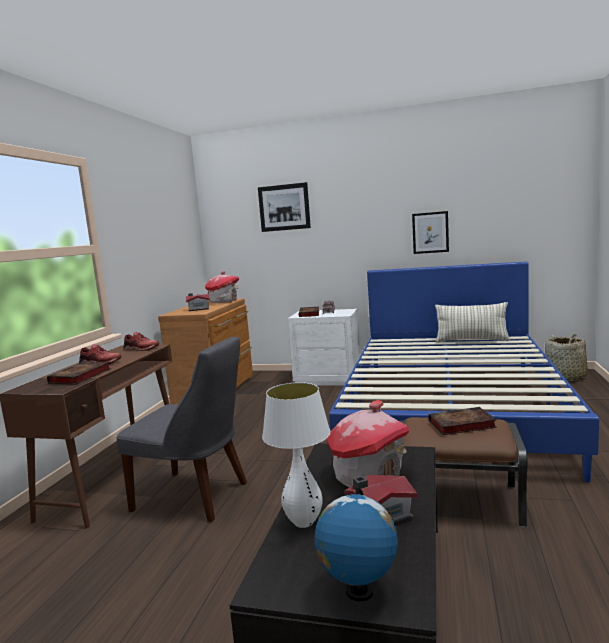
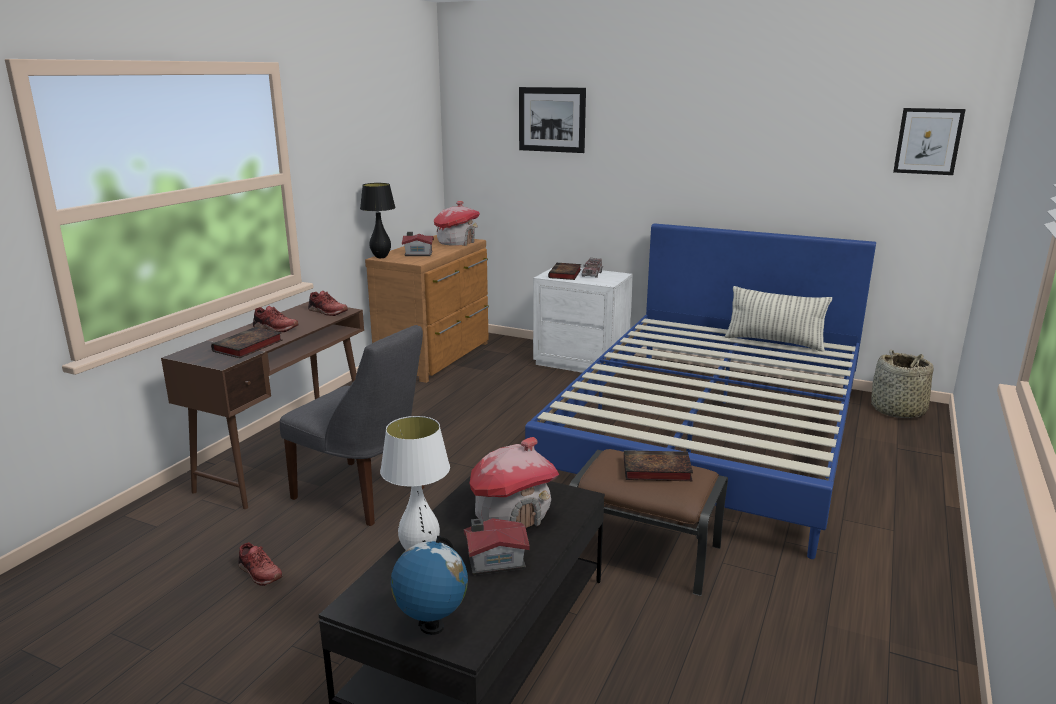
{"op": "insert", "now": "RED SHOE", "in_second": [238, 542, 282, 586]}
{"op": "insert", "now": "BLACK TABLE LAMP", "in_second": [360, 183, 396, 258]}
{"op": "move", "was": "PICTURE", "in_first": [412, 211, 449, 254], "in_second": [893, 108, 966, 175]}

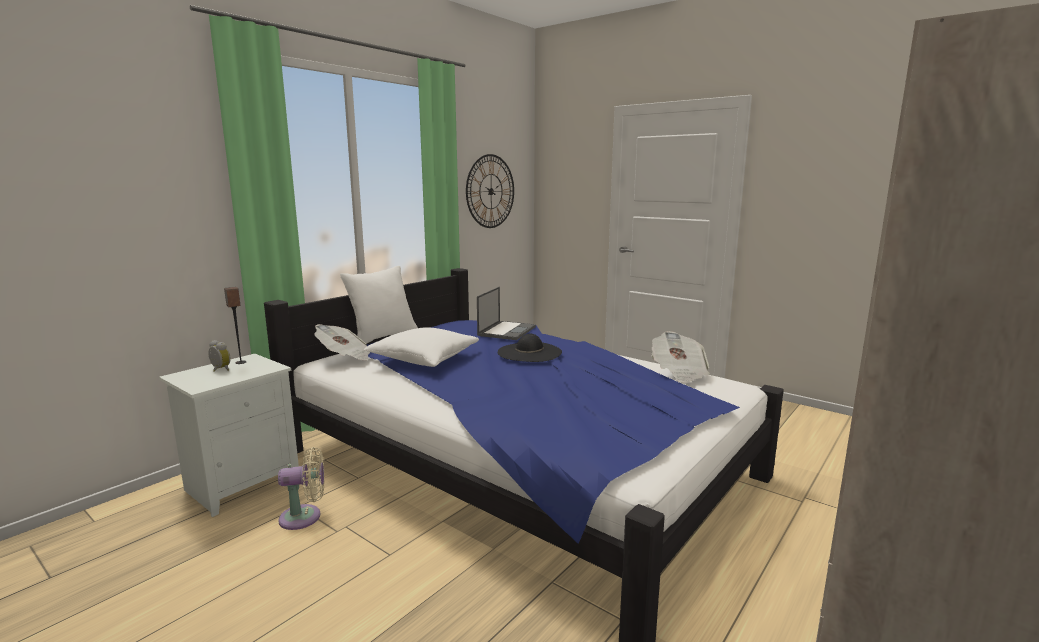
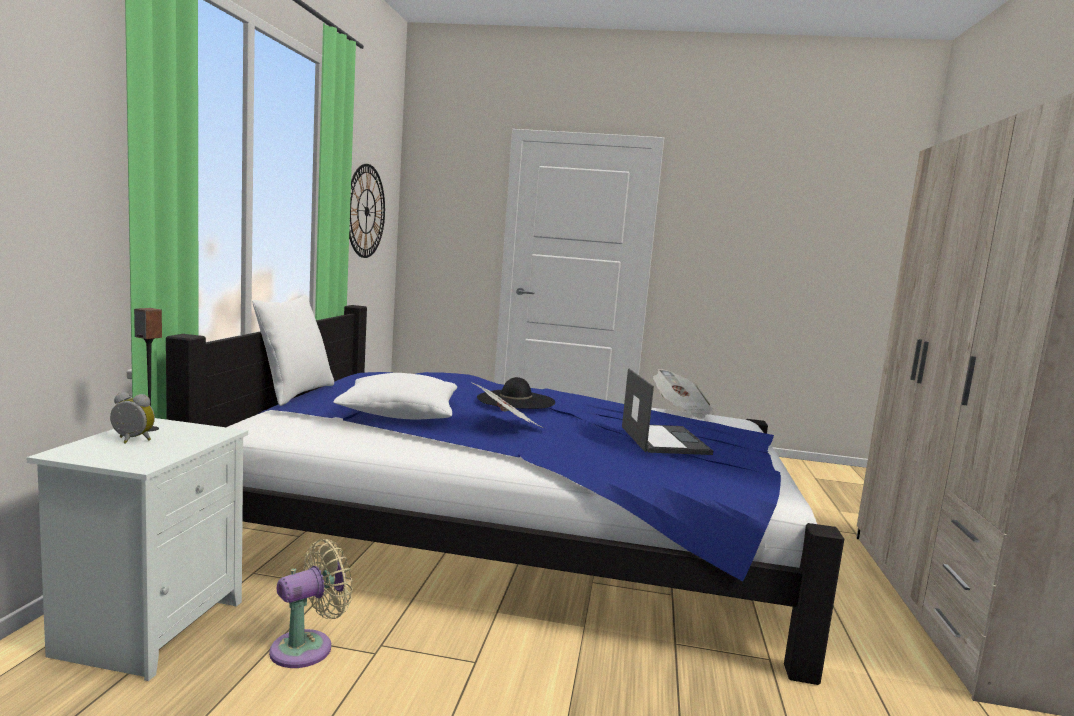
{"op": "move", "was": "NEWSPAPER", "in_first": [314, 324, 370, 361], "in_second": [473, 383, 544, 428]}
{"op": "move", "was": "LAPTOP", "in_first": [477, 287, 536, 340], "in_second": [622, 368, 713, 455]}

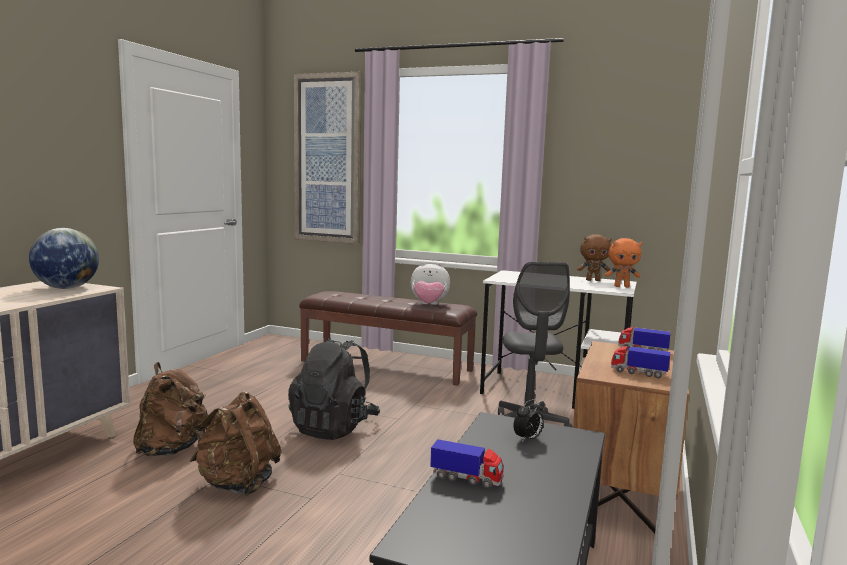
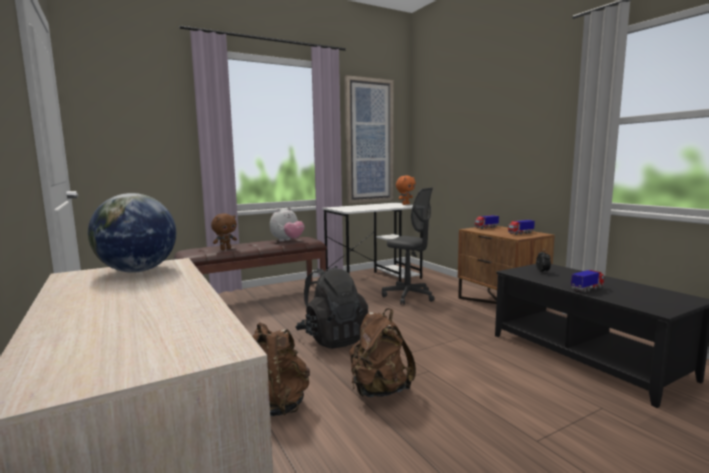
{"op": "move", "was": "BROWN PLUSH TOY", "in_first": [577, 234, 612, 281], "in_second": [211, 213, 237, 250]}
{"op": "move", "was": "PICTURE", "in_first": [293, 72, 362, 244], "in_second": [344, 75, 394, 204]}

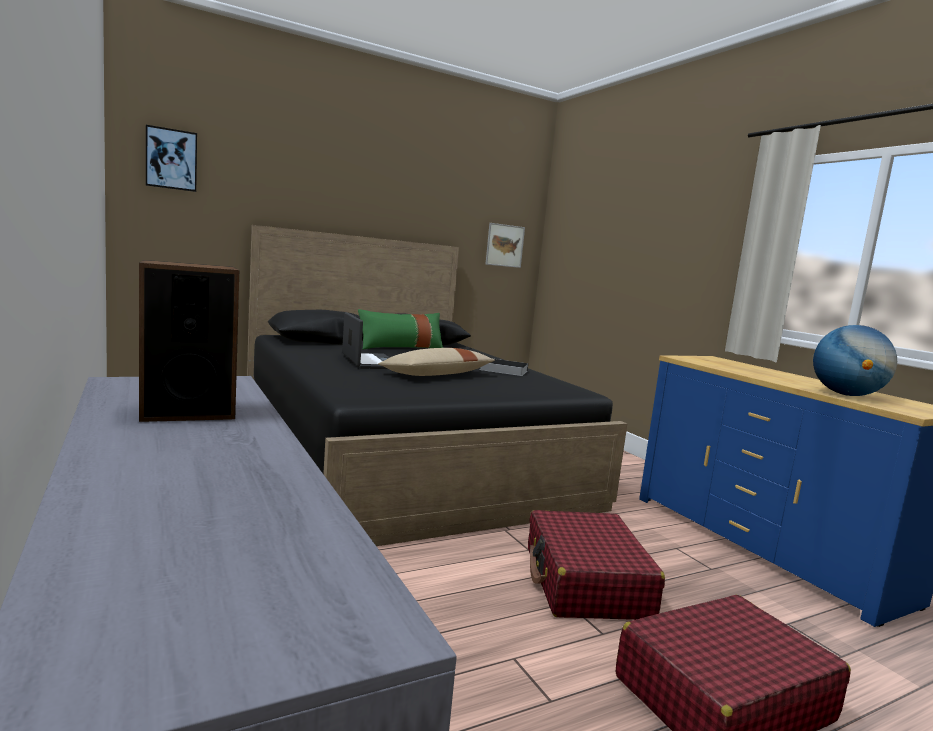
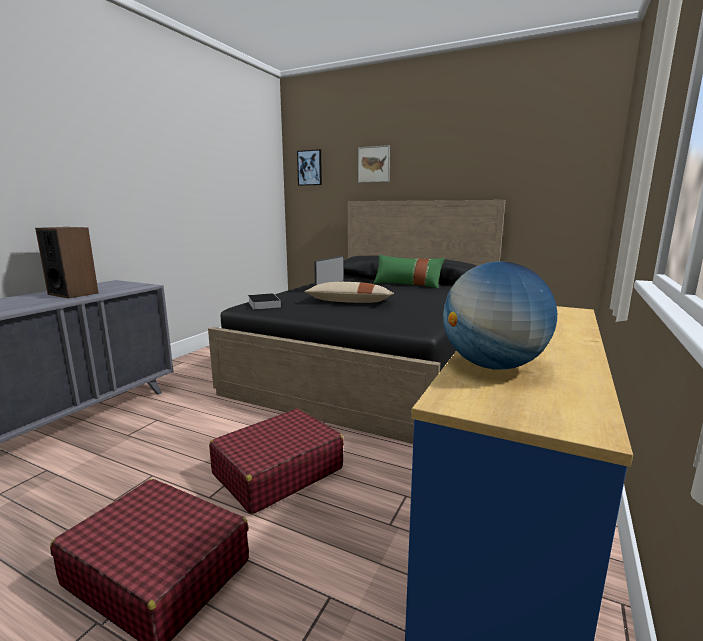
{"op": "move", "was": "BOOK", "in_first": [480, 359, 528, 376], "in_second": [248, 293, 281, 309]}
{"op": "move", "was": "PICTURE", "in_first": [485, 223, 525, 268], "in_second": [358, 145, 390, 183]}

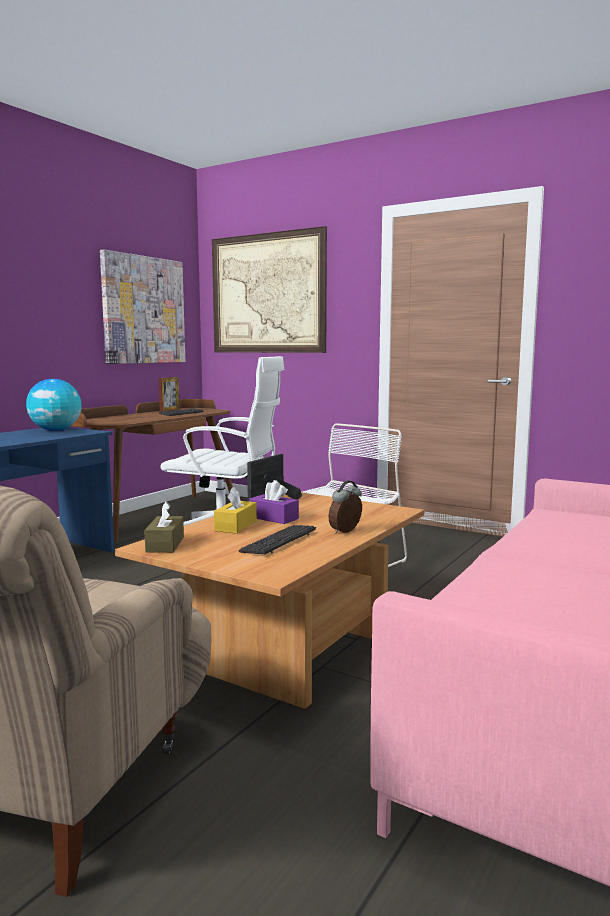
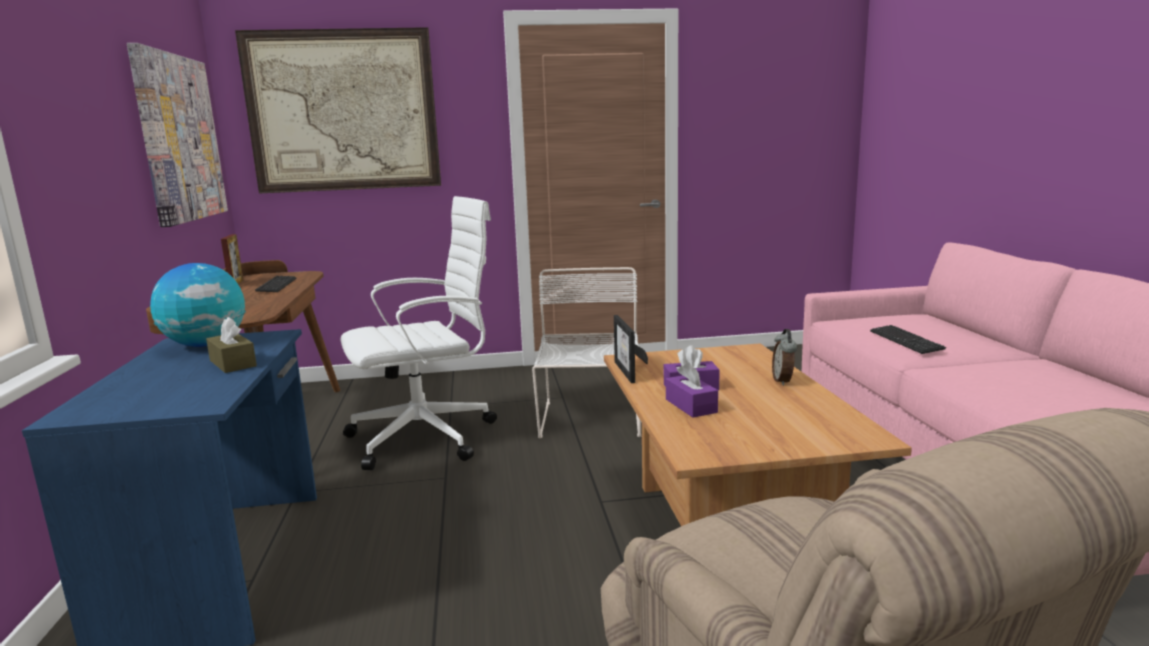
{"op": "move", "was": "BROWN TISSUE BOX", "in_first": [144, 501, 184, 553], "in_second": [206, 317, 257, 373]}
{"op": "recolor", "was": "YELLOW TISSUE BOX", "now": "PURPLE TISSUE BOX", "in_first": [214, 487, 257, 534], "in_second": [666, 362, 718, 418]}
{"op": "move", "was": "KEYBOARD", "in_first": [239, 525, 316, 554], "in_second": [870, 325, 946, 354]}

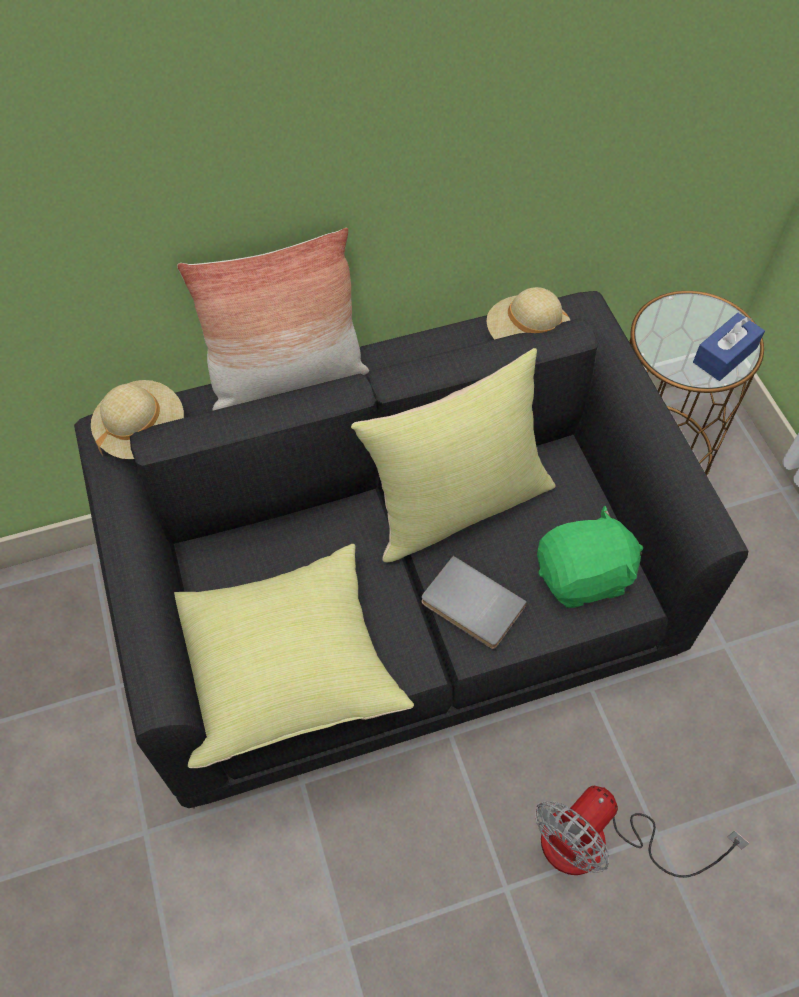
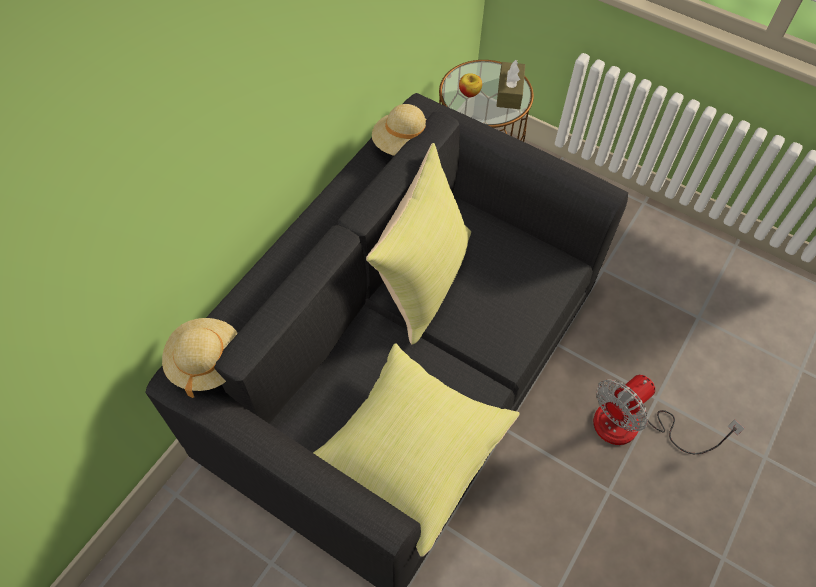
{"op": "insert", "now": "APPLE", "in_second": [459, 73, 482, 97]}
{"op": "recolor", "was": "BLUE TISSUE BOX", "now": "BROWN TISSUE BOX", "in_first": [693, 313, 765, 381], "in_second": [496, 60, 525, 109]}
{"op": "rotate", "was": "FAN", "in_first": [535, 786, 750, 878], "in_second": [593, 375, 745, 454], "clockwise": 45}
{"op": "delete", "was": "PILLOW", "in_first": [177, 228, 369, 411]}
{"op": "delete", "was": "GREY BOOK", "in_first": [421, 556, 527, 649]}
{"op": "delete", "was": "GREEN PLUSH TOY", "in_first": [537, 506, 643, 608]}

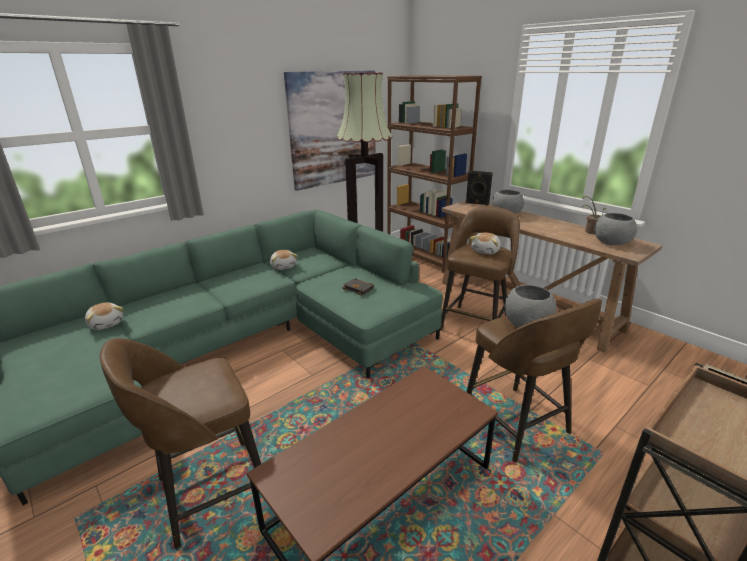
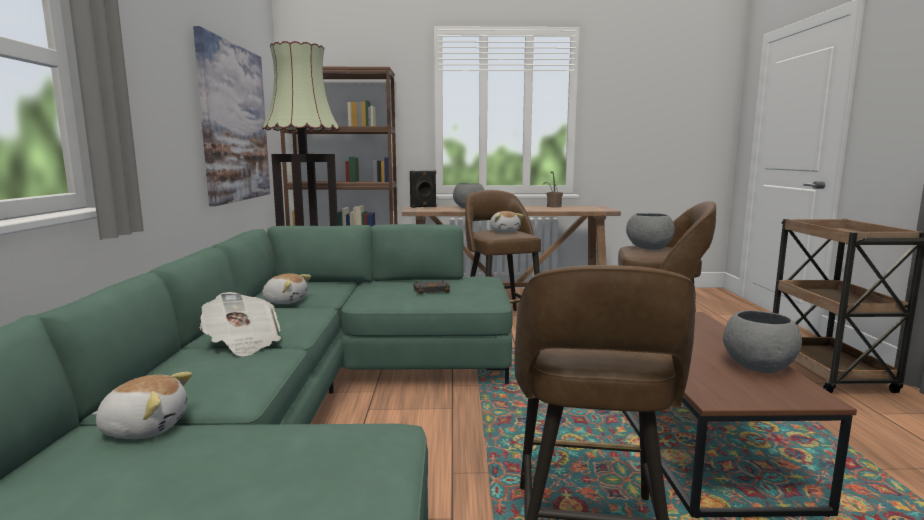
{"op": "insert", "now": "NEWSPAPER", "in_second": [200, 292, 281, 356]}
{"op": "move", "was": "GREY BOWL", "in_first": [595, 213, 637, 245], "in_second": [723, 310, 802, 373]}

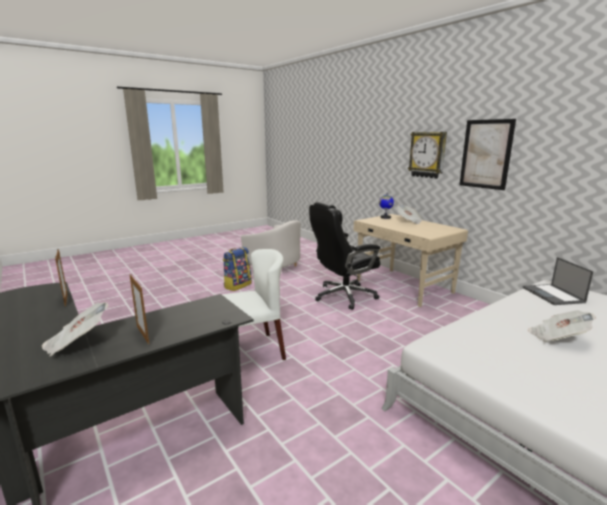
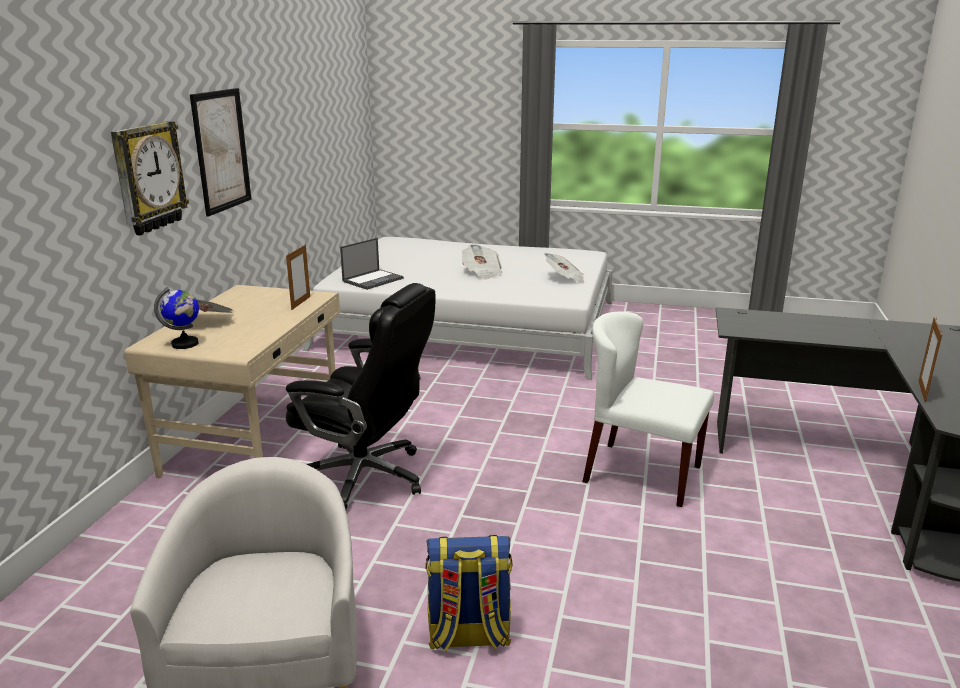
{"op": "move", "was": "PICTURE FRAME", "in_first": [129, 274, 149, 344], "in_second": [286, 244, 310, 310]}
{"op": "move", "was": "NEWSPAPER", "in_first": [41, 302, 109, 356], "in_second": [544, 253, 585, 283]}

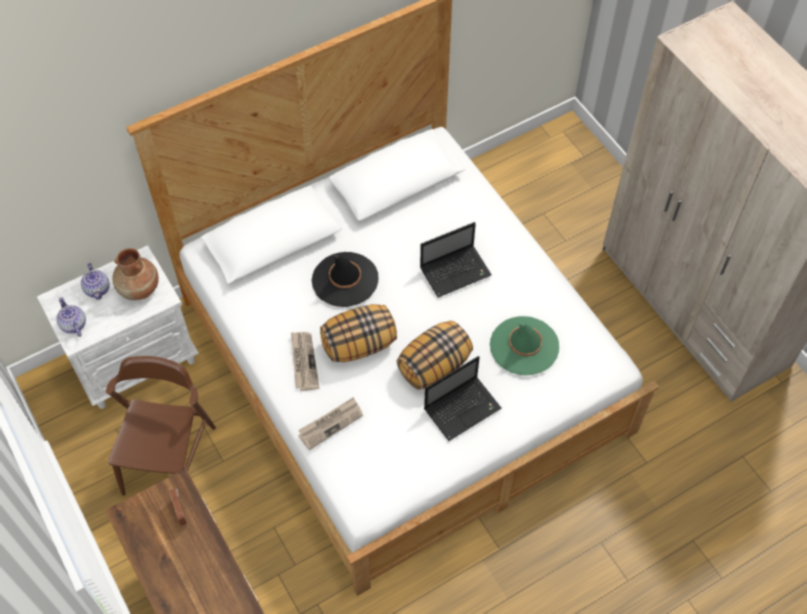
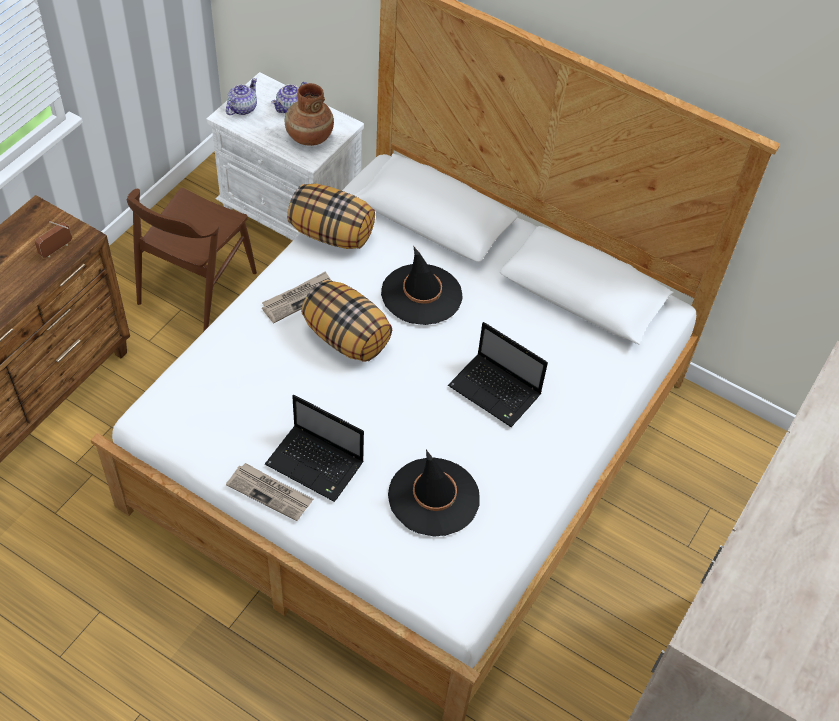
{"op": "rotate", "was": "BROWN CHAIR", "in_first": [106, 356, 216, 496], "in_second": [126, 188, 257, 332], "clockwise": 135}
{"op": "move", "was": "NEWSPAPER", "in_first": [298, 397, 363, 450], "in_second": [226, 463, 313, 521]}
{"op": "move", "was": "PILLOW", "in_first": [396, 321, 473, 390], "in_second": [287, 184, 375, 249]}
{"op": "recolor", "was": "GREEN HAT", "now": "BLACK HAT", "in_first": [490, 316, 559, 376], "in_second": [388, 450, 480, 537]}

